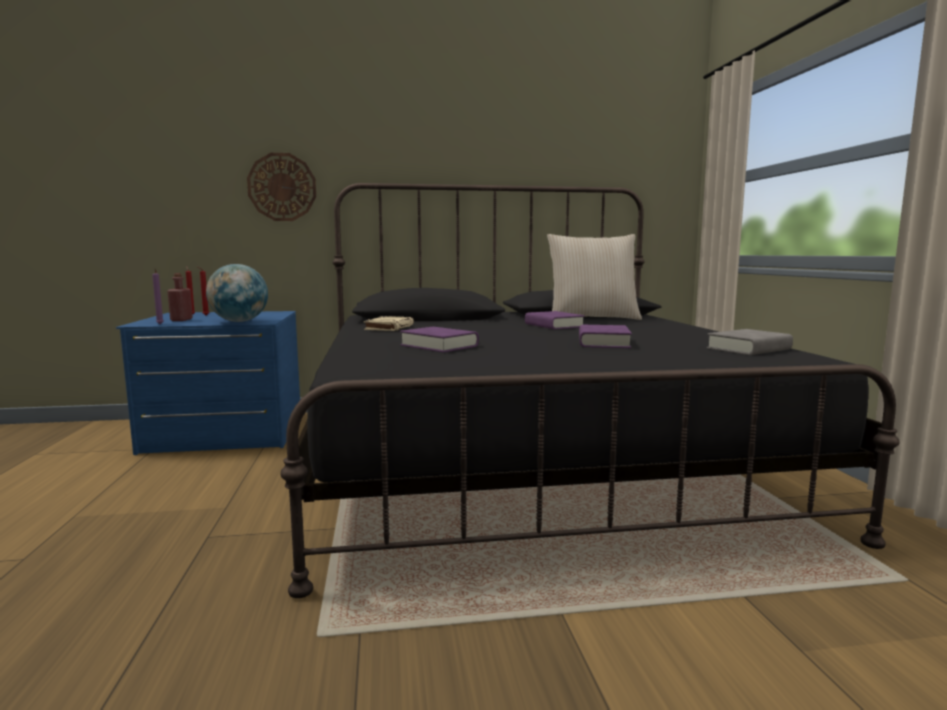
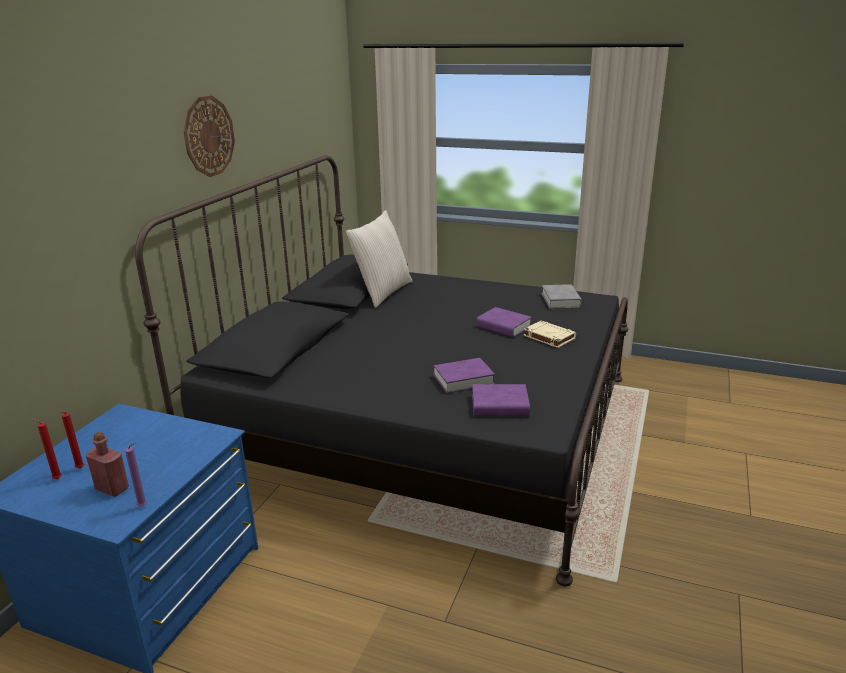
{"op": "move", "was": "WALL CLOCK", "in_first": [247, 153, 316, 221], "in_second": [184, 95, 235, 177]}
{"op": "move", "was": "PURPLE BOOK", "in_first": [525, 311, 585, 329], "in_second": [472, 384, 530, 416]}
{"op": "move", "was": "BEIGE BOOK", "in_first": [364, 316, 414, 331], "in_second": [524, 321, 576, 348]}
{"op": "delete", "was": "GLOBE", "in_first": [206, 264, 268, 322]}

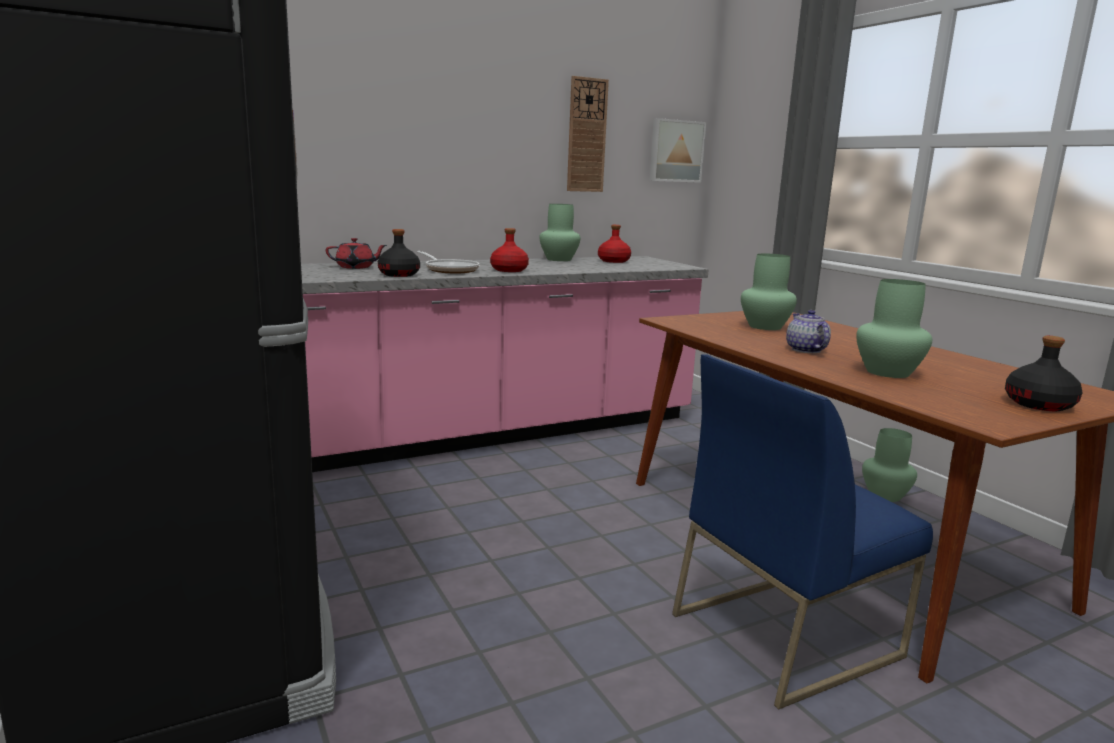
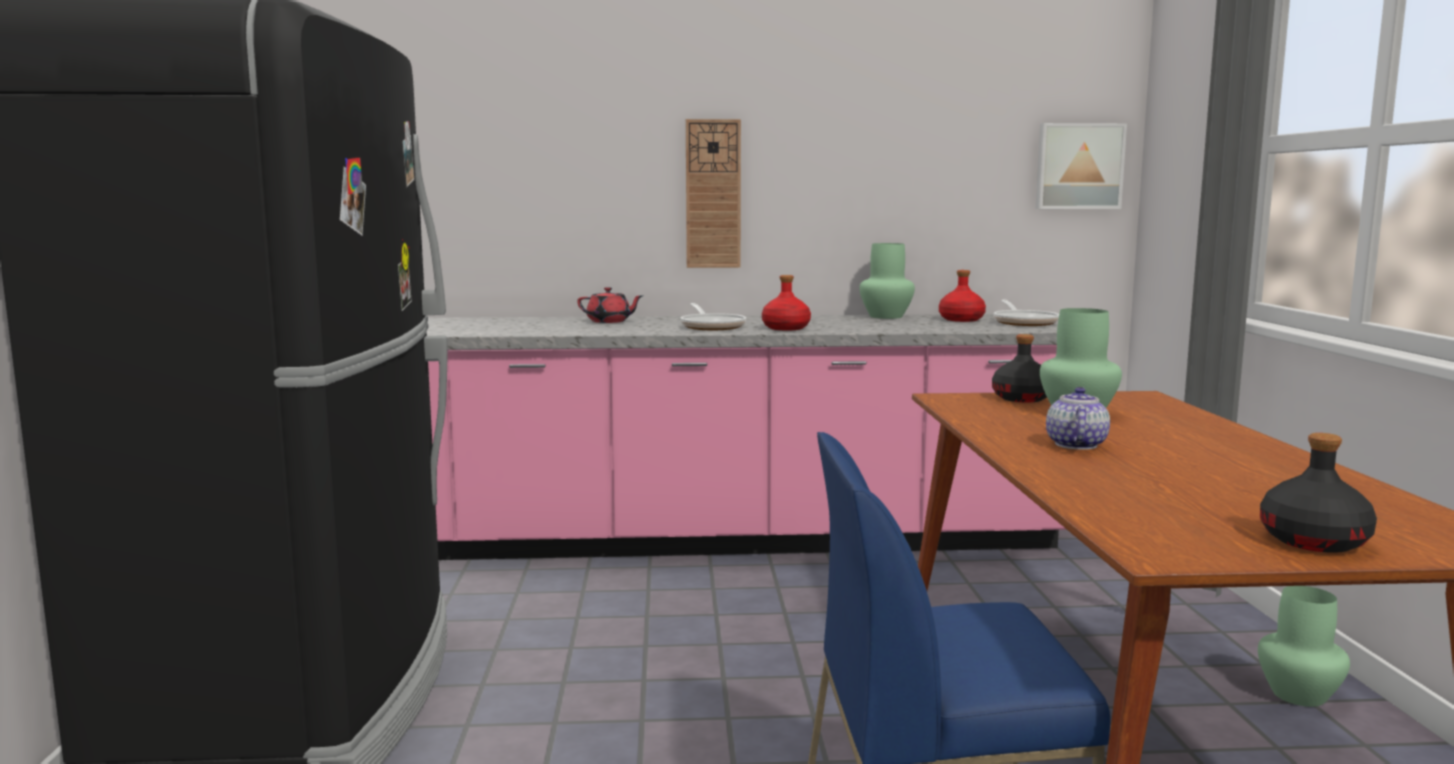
{"op": "move", "was": "WALL CLOCK", "in_first": [567, 76, 609, 192], "in_second": [686, 119, 741, 268]}
{"op": "move", "was": "BLACK BOTTLE", "in_first": [378, 229, 420, 277], "in_second": [992, 334, 1047, 402]}
{"op": "insert", "now": "FRYING PAN", "in_second": [993, 299, 1059, 326]}
{"op": "delete", "was": "GREEN VASE", "in_first": [856, 279, 932, 378]}

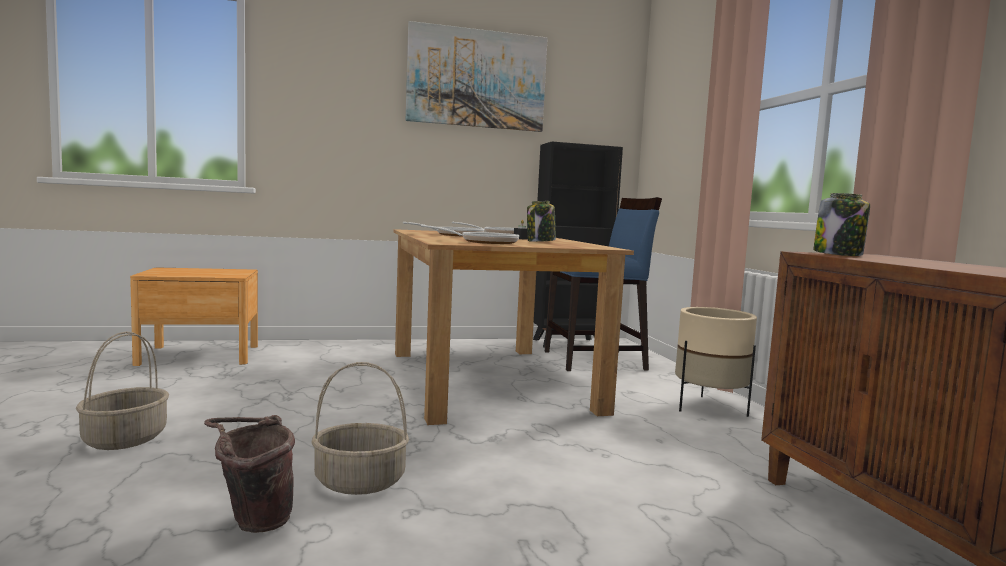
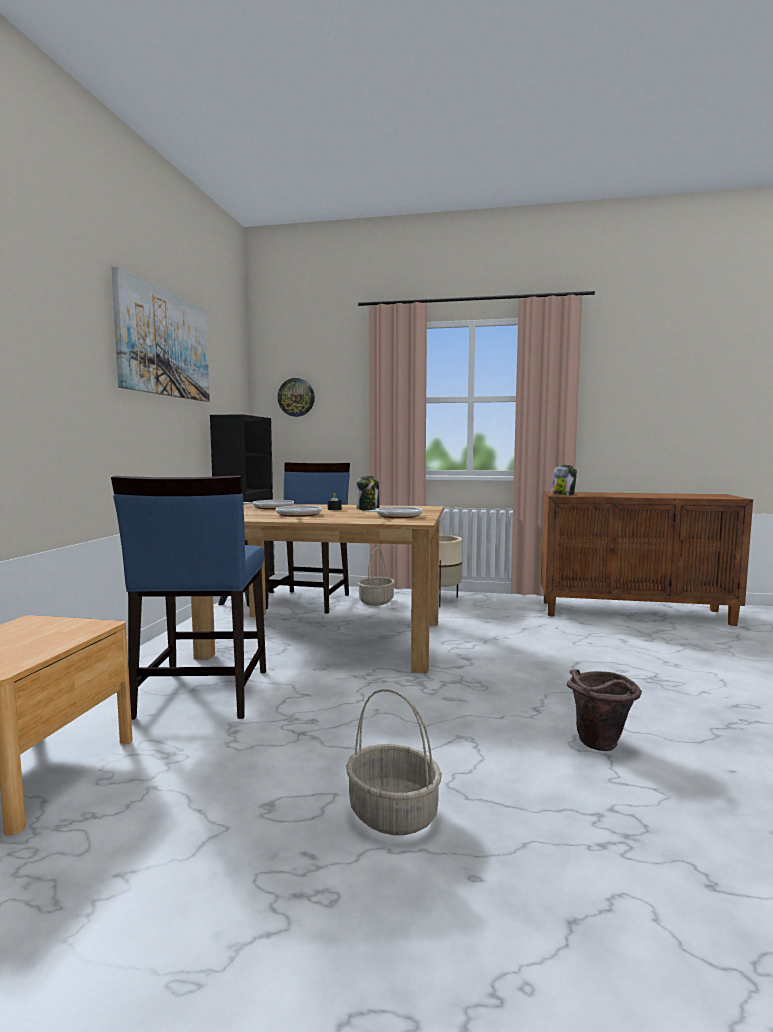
{"op": "insert", "now": "BLUE CHAIR", "in_second": [111, 476, 266, 720]}
{"op": "insert", "now": "WALL CLOCK", "in_second": [278, 378, 315, 417]}
{"op": "move", "was": "BASKET", "in_first": [312, 362, 409, 495], "in_second": [358, 548, 395, 606]}

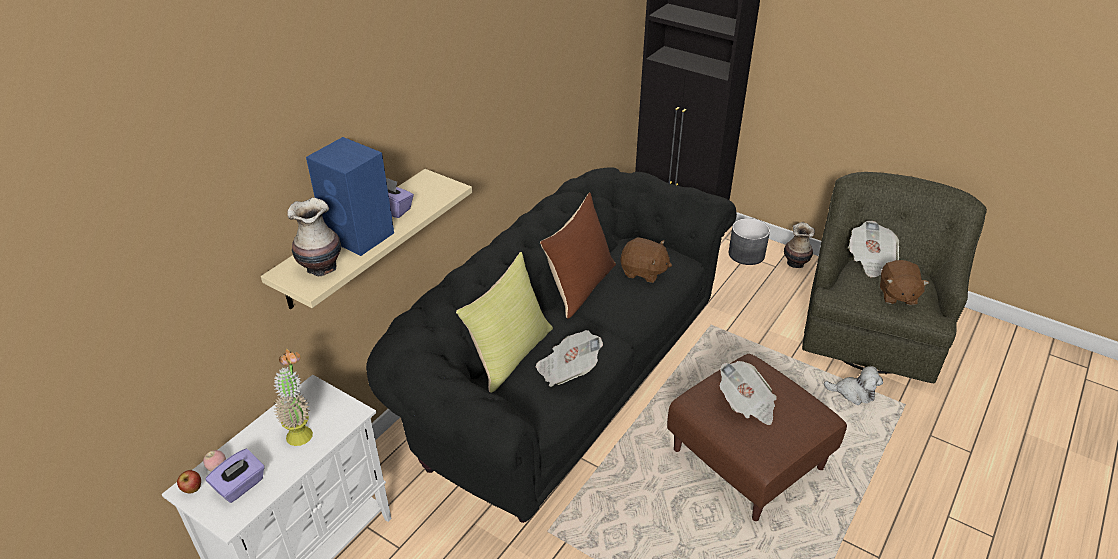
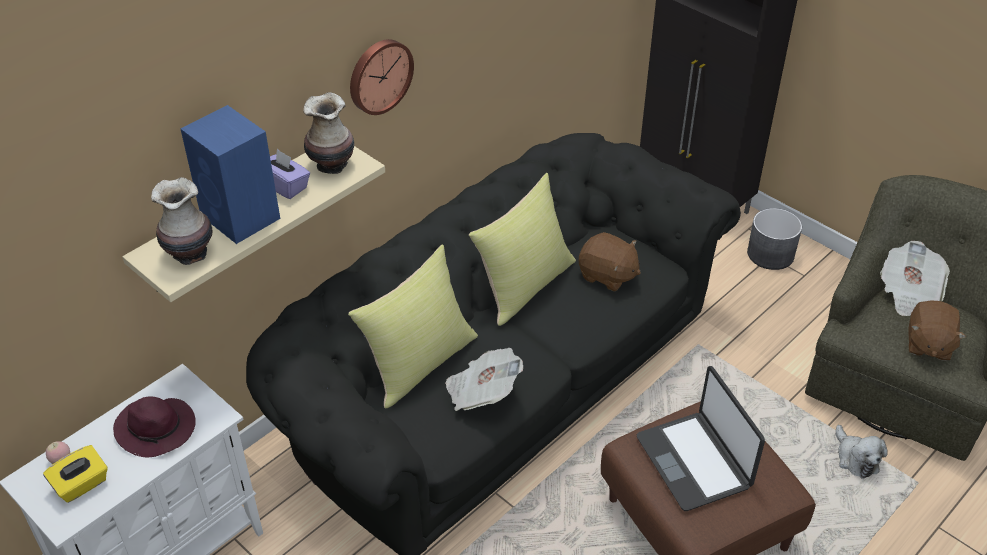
{"op": "recolor", "was": "PURPLE TISSUE BOX", "now": "YELLOW TISSUE BOX", "in_first": [206, 449, 265, 503], "in_second": [43, 445, 108, 503]}
{"op": "replace", "was": "POTTED PLANT", "now": "PURPLE HAT", "in_first": [274, 349, 313, 446], "in_second": [113, 397, 196, 457]}
{"op": "move", "was": "VASE", "in_first": [784, 222, 815, 268], "in_second": [303, 92, 354, 174]}
{"op": "insert", "now": "WALL CLOCK", "in_second": [350, 39, 414, 115]}
{"op": "recolor", "was": "BROWN PILLOW", "now": "YELLOW PILLOW", "in_first": [540, 192, 616, 319], "in_second": [469, 173, 576, 326]}
{"op": "replace", "was": "NEWSPAPER", "now": "LAPTOP", "in_first": [719, 361, 777, 425], "in_second": [637, 366, 765, 511]}
{"op": "rotate", "was": "PLUSH TOY", "in_first": [824, 366, 883, 405], "in_second": [836, 425, 888, 479], "clockwise": 45}
{"op": "delete", "was": "APPLE", "in_first": [177, 470, 201, 493]}

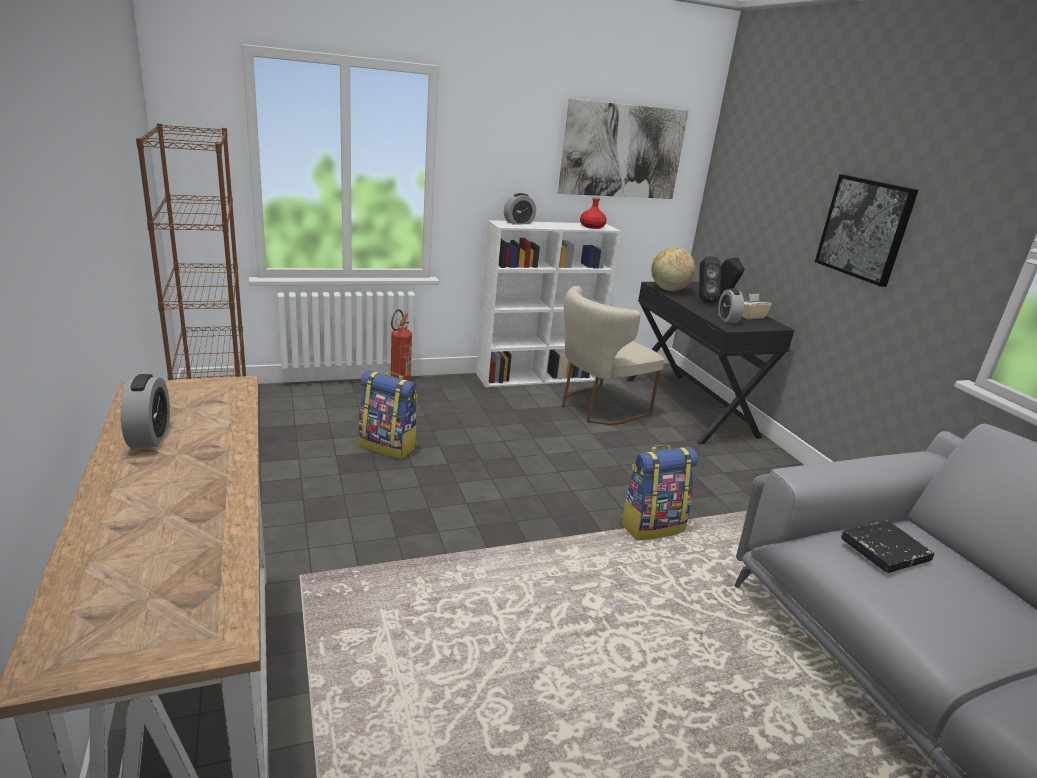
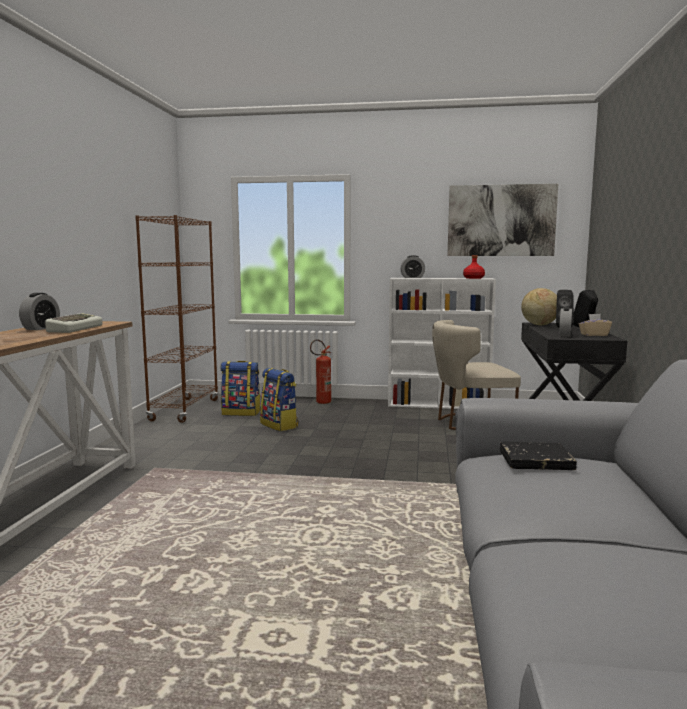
{"op": "insert", "now": "KEYBOARD", "in_second": [45, 313, 103, 333]}
{"op": "move", "was": "BACKPACK", "in_first": [620, 445, 698, 540], "in_second": [220, 361, 260, 416]}
{"op": "delete", "was": "PICTURE", "in_first": [815, 174, 918, 287]}

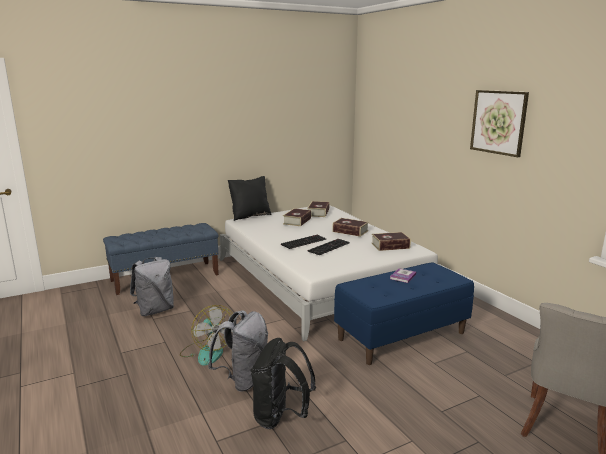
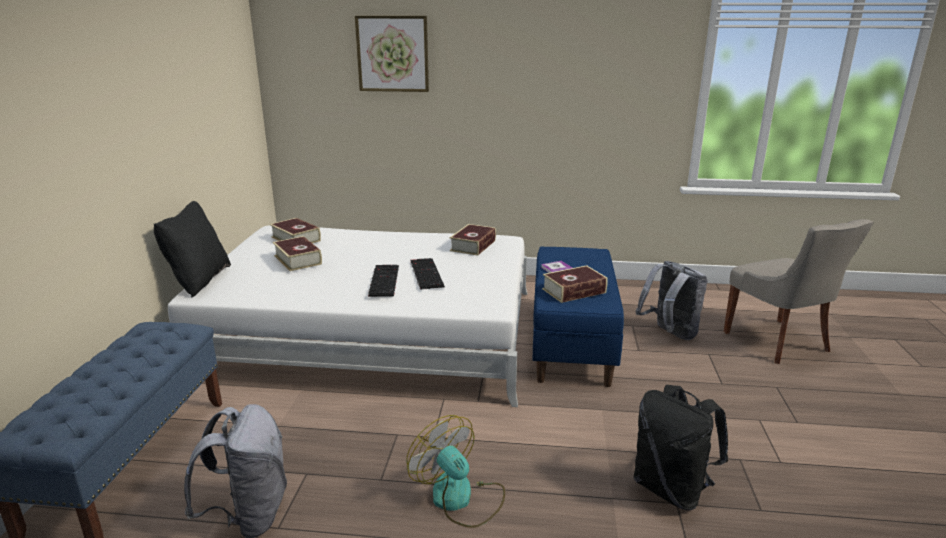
{"op": "move", "was": "PICTURE", "in_first": [470, 90, 529, 157], "in_second": [355, 16, 429, 92]}
{"op": "rotate", "was": "FAN", "in_first": [180, 305, 234, 366], "in_second": [406, 415, 505, 528], "clockwise": -135}
{"op": "move", "was": "BOOK", "in_first": [332, 218, 369, 237], "in_second": [542, 265, 607, 303]}
{"op": "move", "was": "GREY BACKPACK", "in_first": [208, 310, 268, 391], "in_second": [636, 261, 708, 340]}

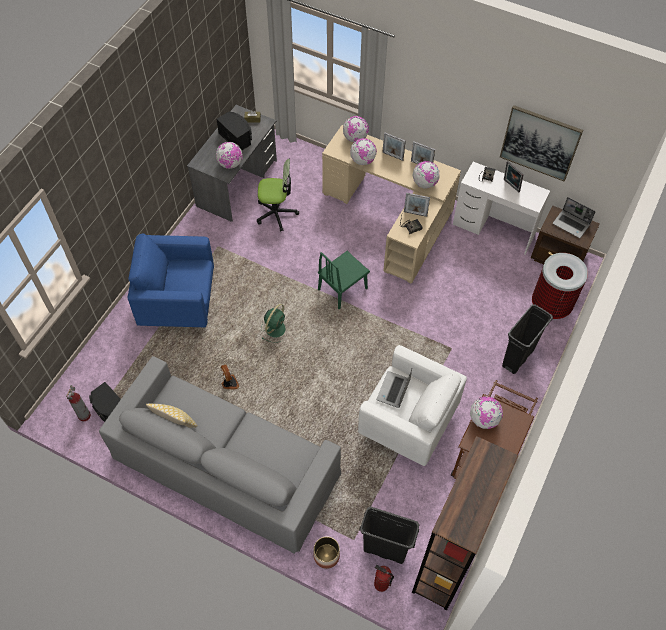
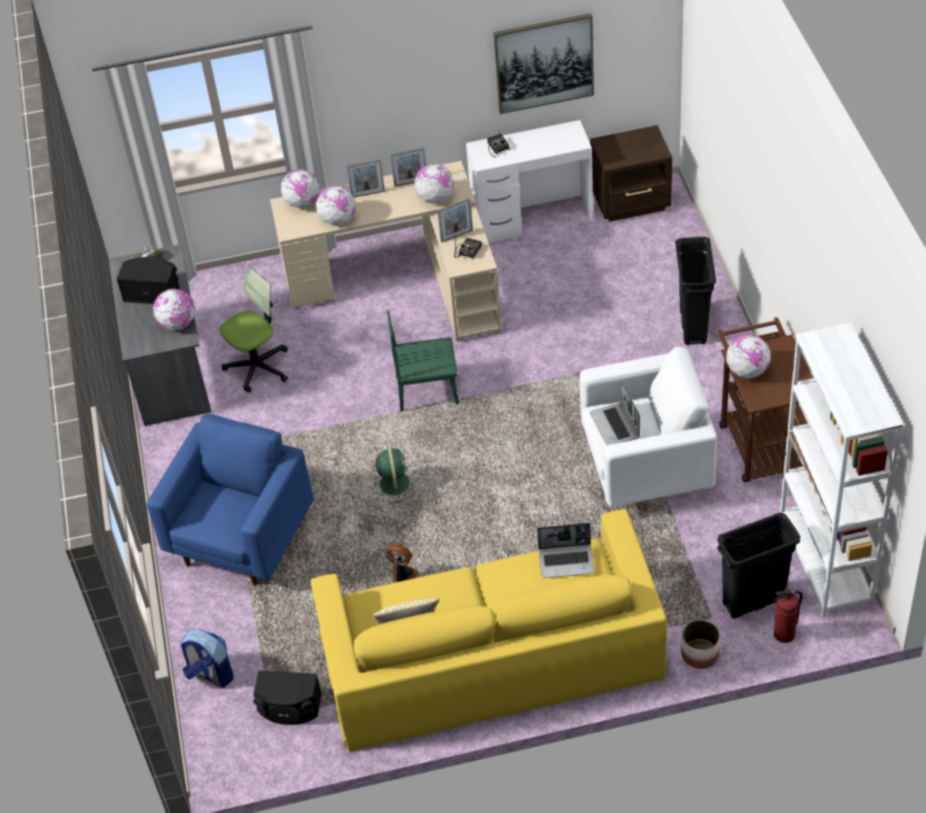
{"op": "rotate", "was": "BLUE ARMCHAIR", "in_first": [127, 234, 214, 327], "in_second": [147, 414, 314, 585], "clockwise": 150}
{"op": "insert", "now": "BACKPACK", "in_second": [180, 629, 234, 688]}
{"op": "recolor", "was": "GREY SOFA", "now": "YELLOW SOFA", "in_first": [99, 356, 341, 554], "in_second": [311, 509, 668, 752]}
{"op": "rotate", "was": "GREEN CHAIR", "in_first": [318, 251, 370, 309], "in_second": [387, 310, 459, 412], "clockwise": 75}
{"op": "move", "was": "LAPTOP", "in_first": [553, 197, 595, 238], "in_second": [537, 523, 595, 578]}
{"op": "recolor", "was": "BROWN BOOKCASE", "now": "WHITE BOOKCASE", "in_first": [412, 436, 519, 611], "in_second": [780, 323, 904, 618]}
{"op": "delete", "was": "FIRE EXTINGUISHER", "in_first": [66, 385, 91, 422]}
{"op": "delete", "was": "PICTURE FRAME", "in_first": [504, 161, 524, 192]}
{"op": "delete", "was": "TRASH CAN", "in_first": [532, 253, 588, 320]}

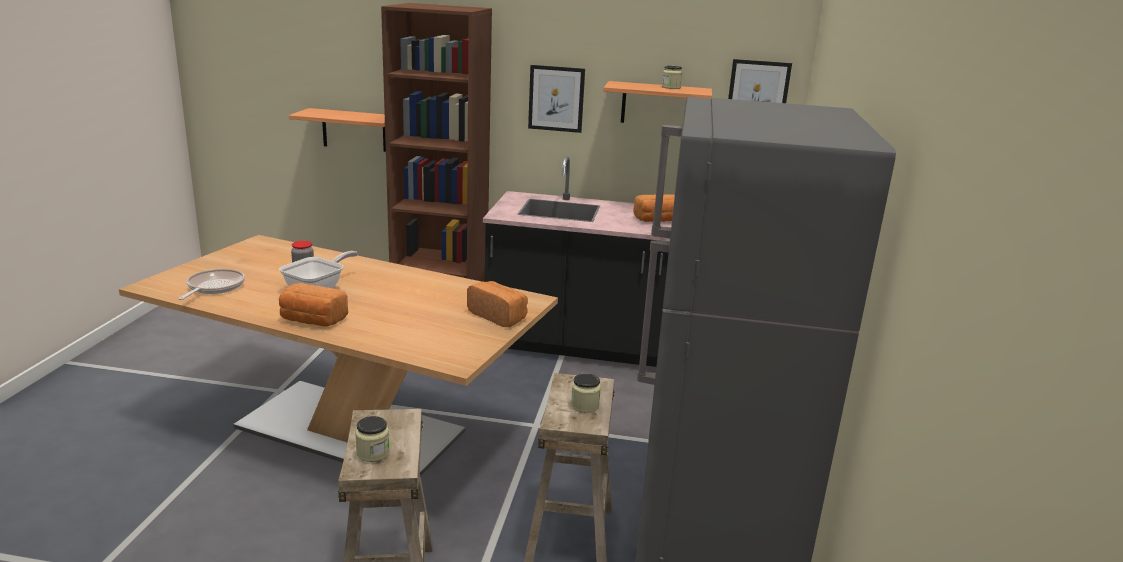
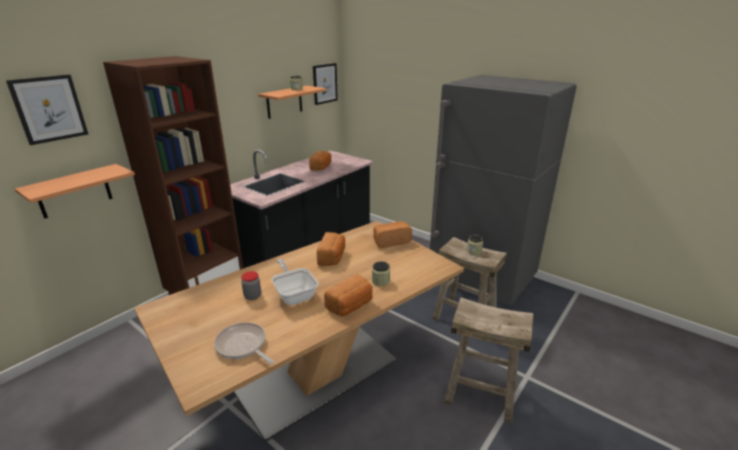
{"op": "move", "was": "PICTURE", "in_first": [528, 65, 585, 133], "in_second": [6, 74, 88, 145]}
{"op": "insert", "now": "BREAD", "in_second": [317, 232, 346, 266]}
{"op": "move", "was": "JAR", "in_first": [355, 416, 390, 462], "in_second": [372, 261, 390, 286]}

